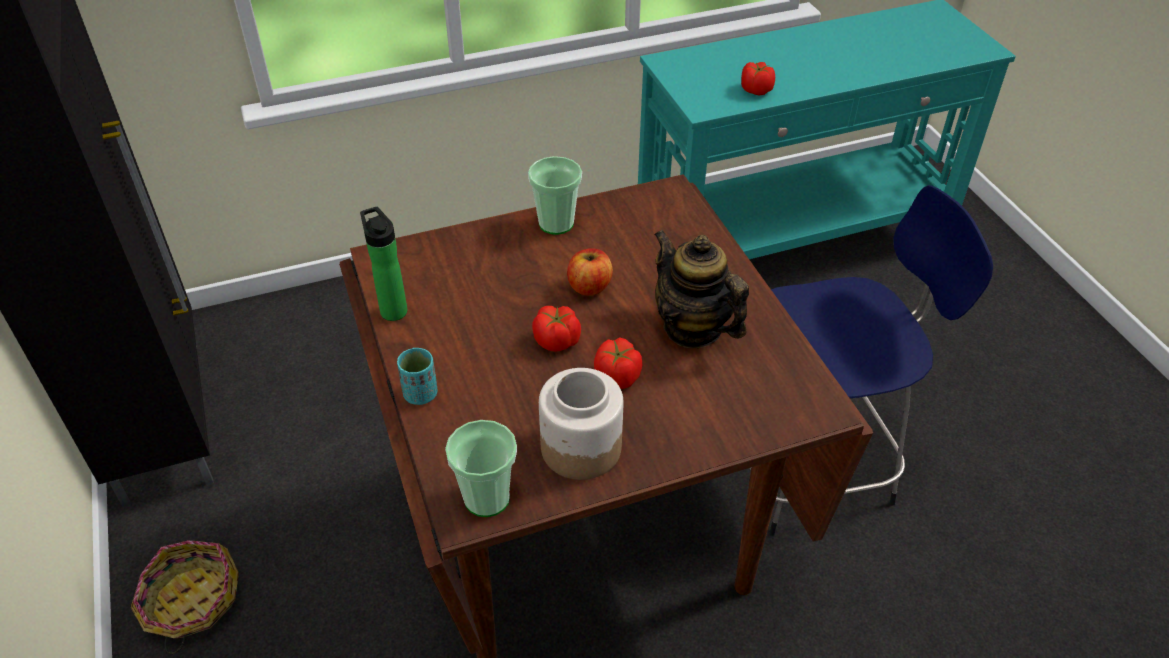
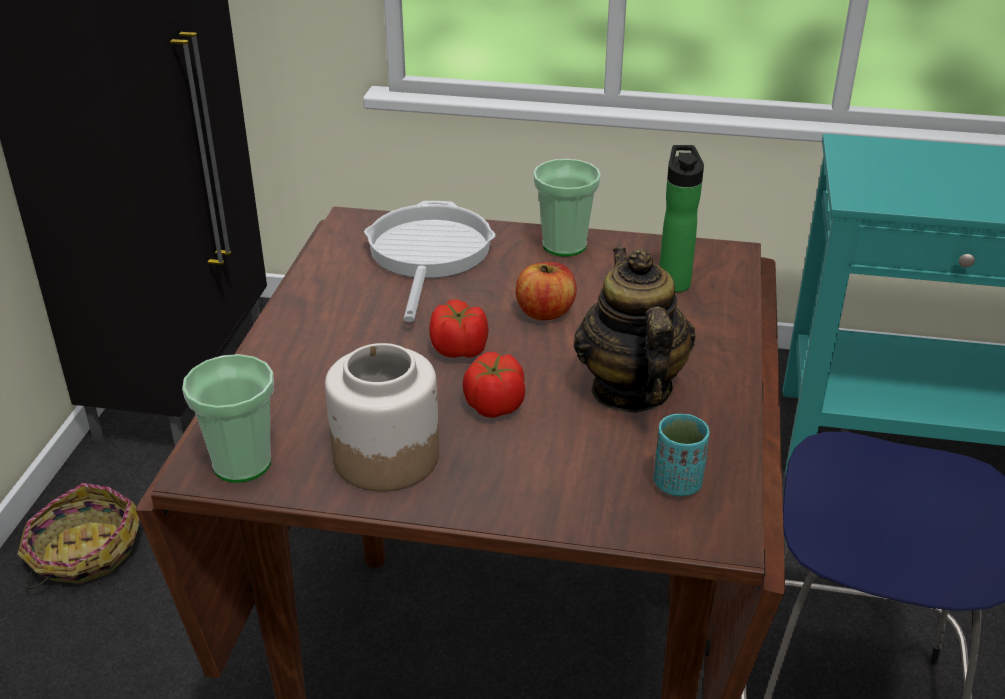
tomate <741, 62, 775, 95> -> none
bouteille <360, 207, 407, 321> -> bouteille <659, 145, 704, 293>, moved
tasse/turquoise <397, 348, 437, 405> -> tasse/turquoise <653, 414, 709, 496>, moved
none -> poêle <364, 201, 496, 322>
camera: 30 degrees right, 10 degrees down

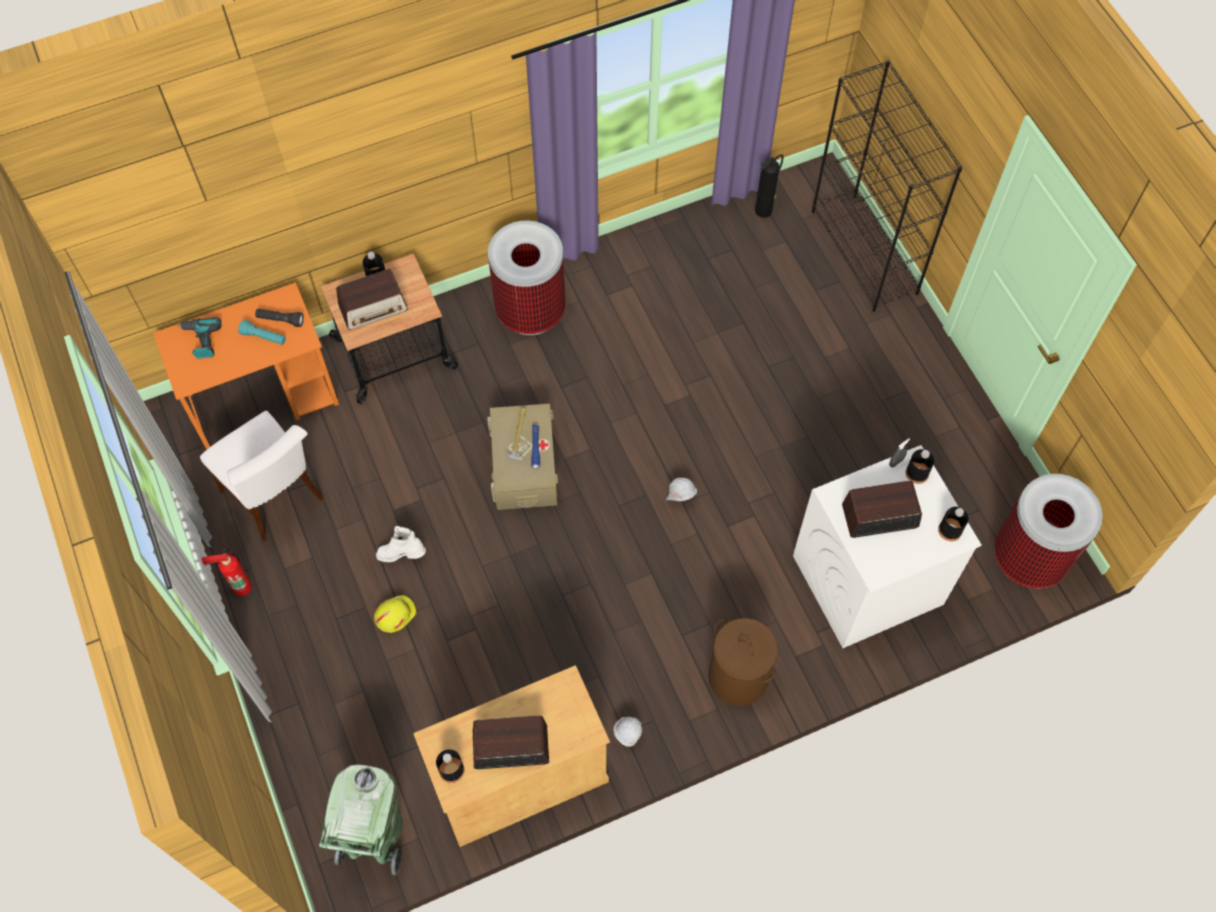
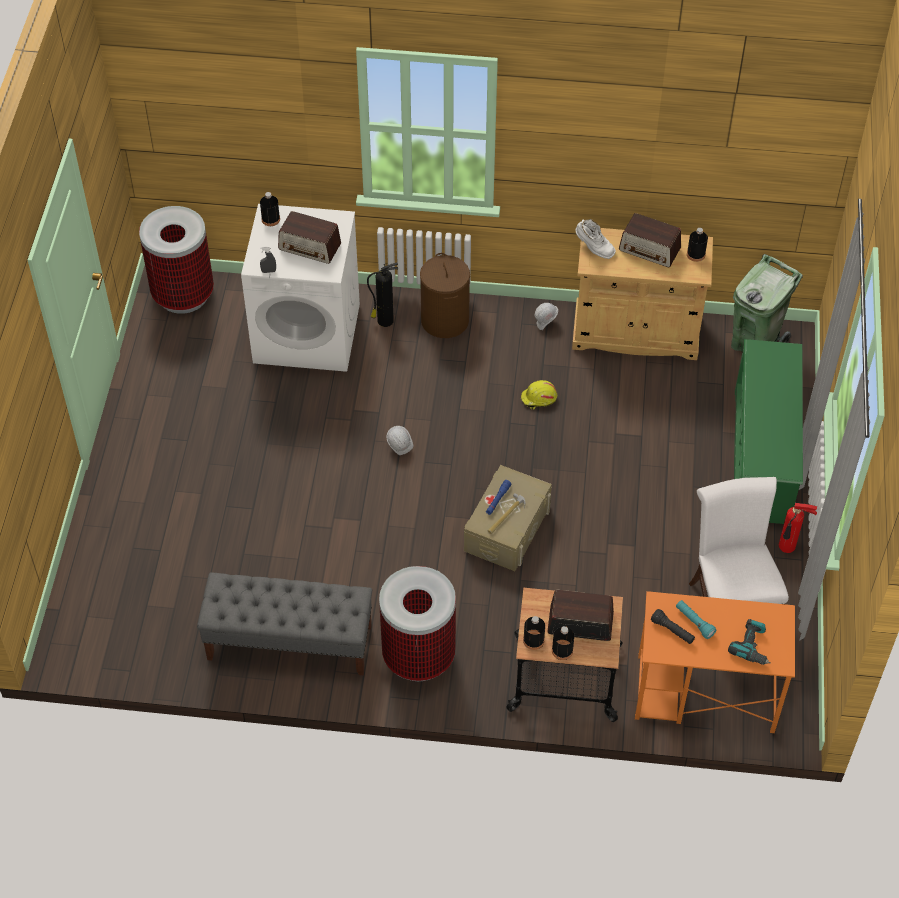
bibliothèque/noir <812, 60, 963, 312> -> none
extincteur <755, 154, 784, 218> -> extincteur <367, 263, 398, 327>, moved
bouteille/noir <905, 449, 935, 484> -> bouteille/noir <523, 616, 545, 650>, moved
botte/blanc <376, 526, 426, 562> -> botte/blanc <575, 219, 616, 259>, moved
casque de chantier/jaune <374, 595, 417, 633> -> casque de chantier/jaune <521, 380, 557, 410>, moved
none -> étagère à chaussures/vert <734, 339, 803, 524>
none -> banc/gris <197, 573, 372, 676>
camera: 150 degrees left, 10 degrees down

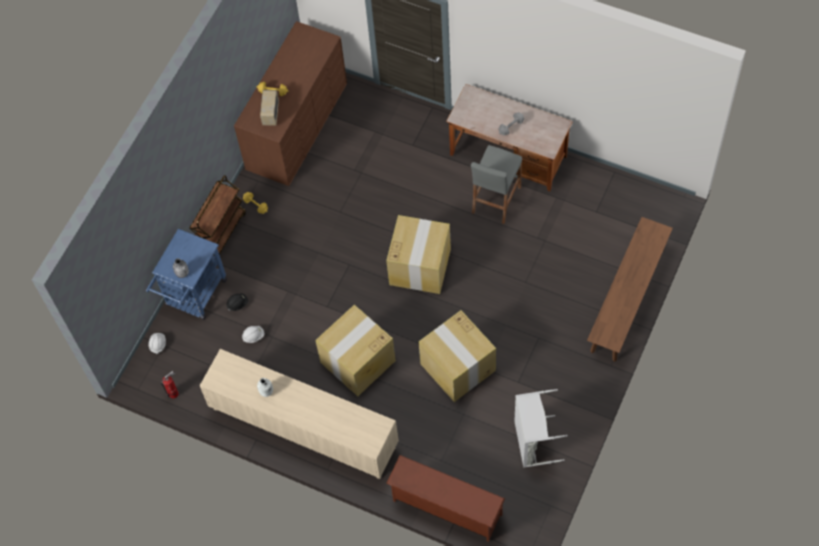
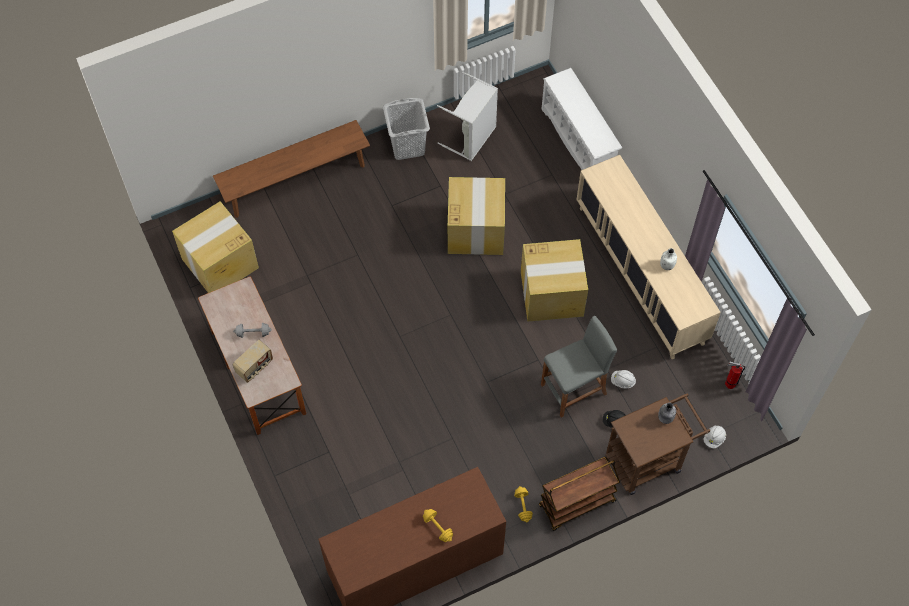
radio <260, 90, 279, 126> -> radio <233, 340, 273, 383>, moved
tabouret/gris <471, 145, 522, 224> -> tabouret/gris <541, 316, 617, 418>, moved
carton <386, 215, 451, 294> -> carton <172, 201, 259, 293>, moved
chariot/bleu <146, 229, 227, 320> -> chariot/marron <606, 393, 710, 495>
étagère à chaussures/marron <386, 455, 505, 542> -> étagère à chaussures/blanc <542, 68, 622, 170>
none -> panier à linge/gris <383, 98, 430, 160>
camera: 145 degrees left, 0 degrees up

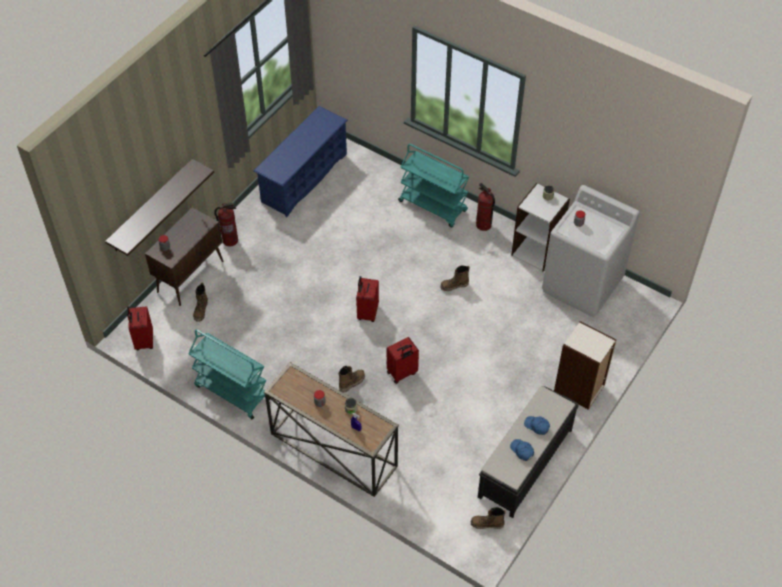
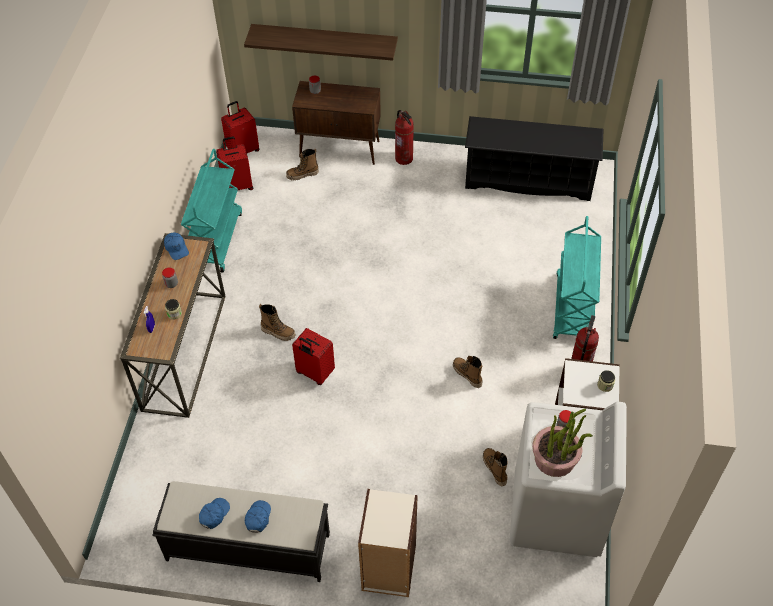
étagère à chaussures/bleu <253, 106, 348, 217> -> étagère à chaussures/noir <465, 116, 604, 201>
valise/rouge <356, 276, 379, 322> -> valise/rouge <216, 137, 253, 190>, moved
botte <471, 507, 506, 529> -> botte <483, 448, 508, 487>, moved
none -> casquette/bleu <164, 233, 189, 260>
none -> plante en pot <532, 409, 593, 477>
camera: 65 degrees right, 0 degrees up

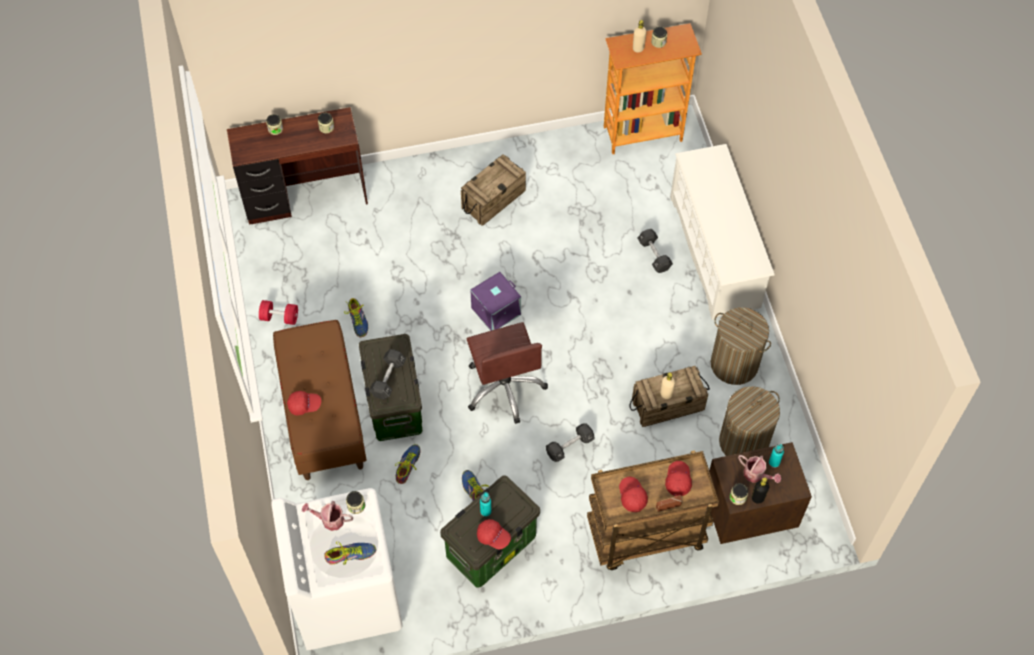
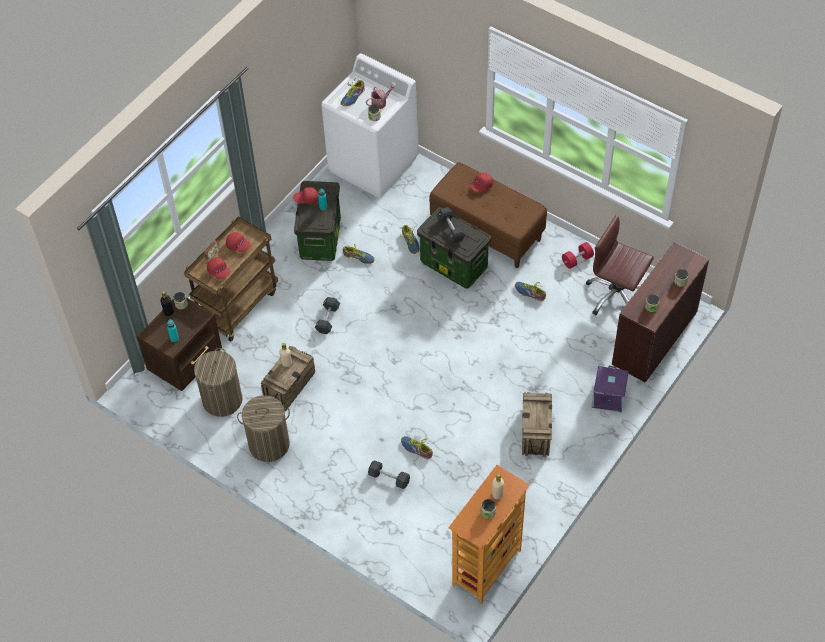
étagère à chaussures/blanc <670, 144, 775, 320> -> none
boîte de rangement/violet <470, 272, 521, 331> -> boîte de rangement/violet <591, 366, 629, 413>, moved
chaise de bureau/marron <467, 322, 548, 424> -> chaise de bureau/marron <586, 215, 654, 316>, moved
arrosoir <738, 455, 781, 483> -> none
none -> chaussure <401, 436, 433, 459>
camera: 140 degrees right, 5 degrees down

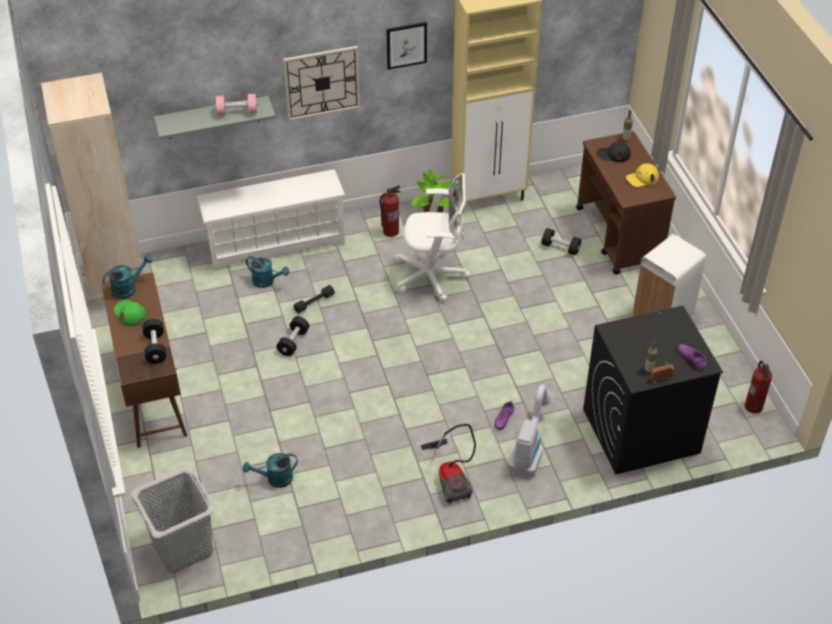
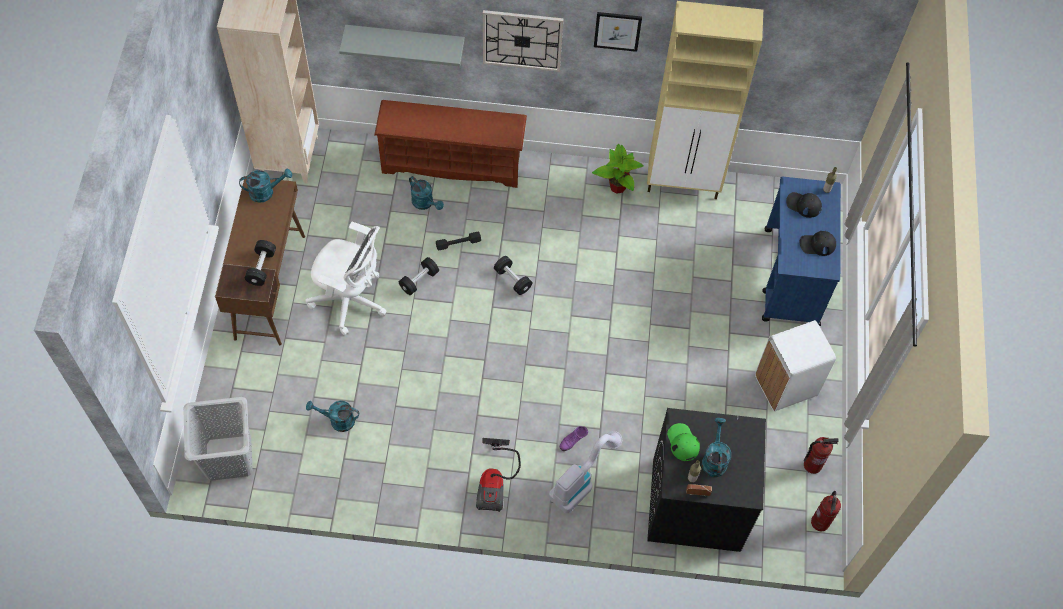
haltère/rose <216, 94, 257, 115> -> none
chariot/marron <576, 131, 676, 275> -> chariot/bleu <762, 177, 841, 326>
casquette/jaune <626, 164, 659, 187> -> casquette/noir <800, 231, 836, 256>
étagère à chaussures/blanc <196, 169, 346, 271> -> étagère à chaussures/marron <374, 100, 527, 188>
chaise de bureau/blanc <395, 173, 470, 303> -> chaise de bureau/blanc <305, 222, 387, 335>, moved
extincteur <380, 185, 400, 237> -> extincteur <804, 437, 839, 474>, moved
haltère/noir <541, 228, 581, 255> -> haltère/noir <494, 256, 532, 295>, moved
casquette/vert <114, 300, 146, 326> -> casquette/vert <667, 423, 700, 461>, moved
chaussure/violet <678, 344, 707, 371> -> none
none -> arrosoir/turquoise <702, 418, 731, 477>
camera: 20 degrees right, 15 degrees up

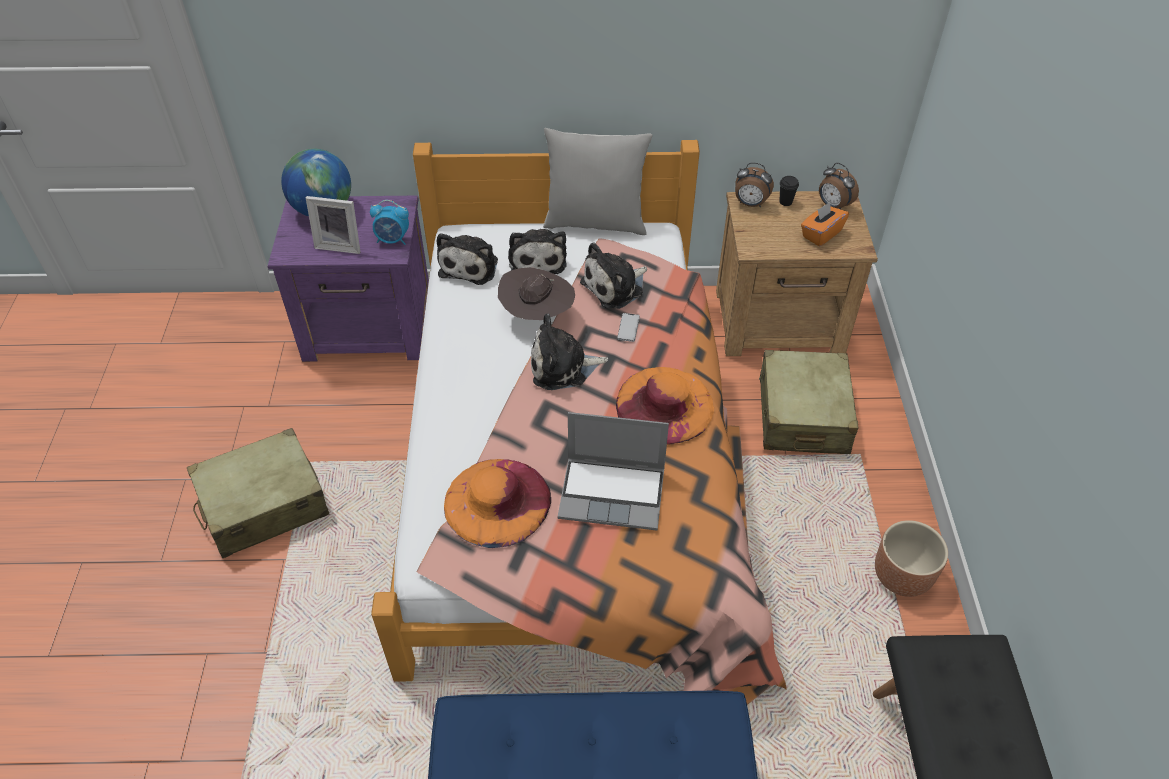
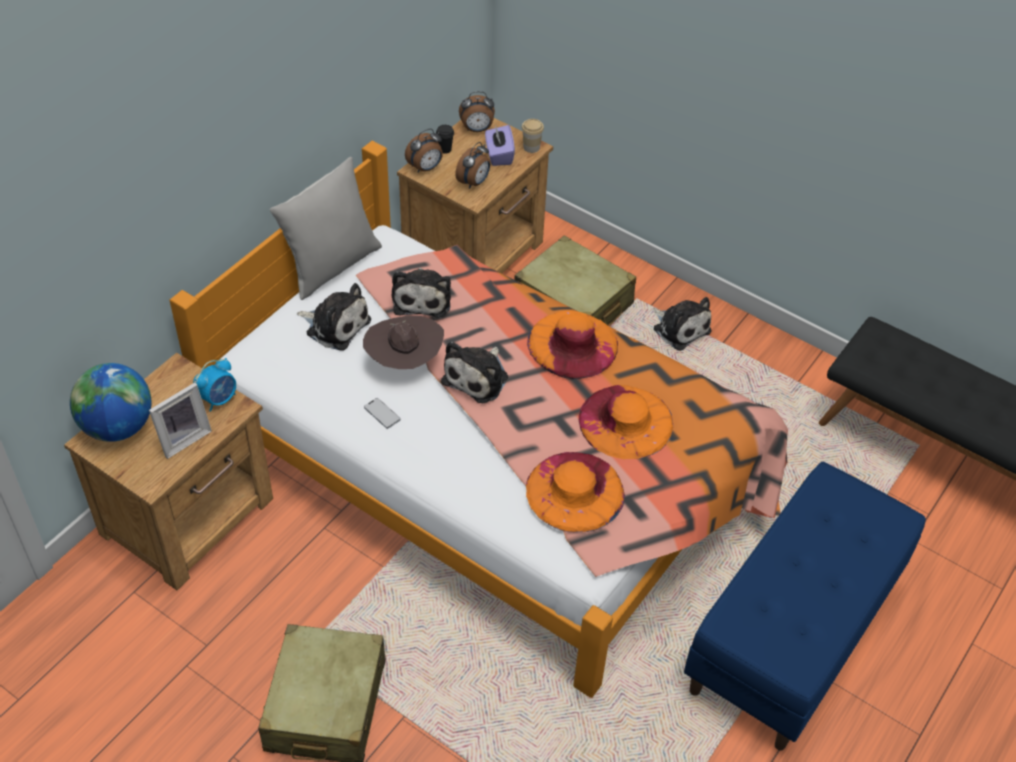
table de chevet/violet <268, 196, 429, 362> -> table de chevet/marron <64, 353, 273, 590>
boîte à mouchoirs/orange <801, 202, 849, 246> -> boîte à mouchoirs/violet <485, 125, 515, 166>
peluche <437, 233, 498, 285> -> peluche <653, 297, 712, 351>, moved
téléphone <617, 313, 640, 342> -> téléphone <364, 398, 401, 429>, moved
ordinateur portable <558, 412, 669, 531> -> chapeau/orange <579, 385, 673, 460>
cache-pot/marron <875, 520, 948, 597> -> none
none -> tasse <522, 119, 544, 153>
none -> réveil <455, 142, 490, 189>
camera: 55 degrees left, 0 degrees up

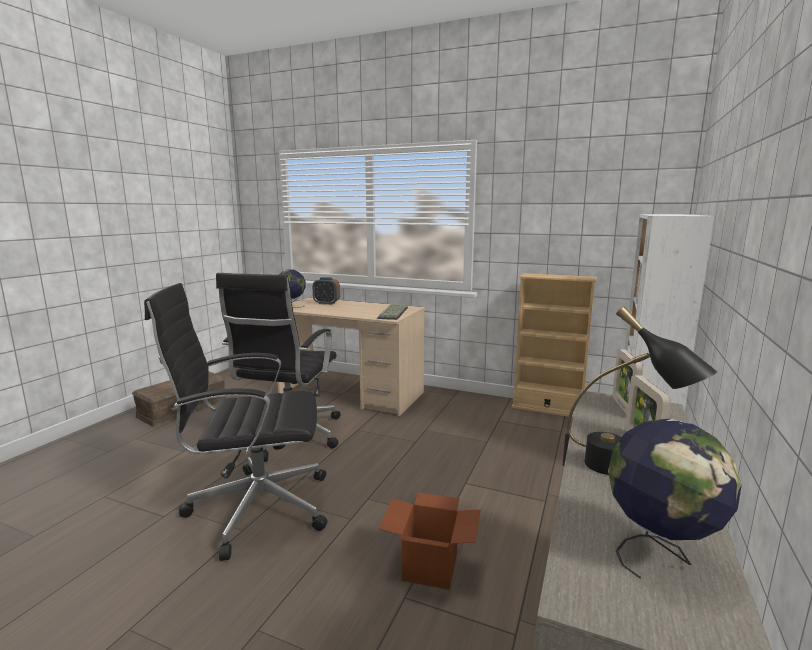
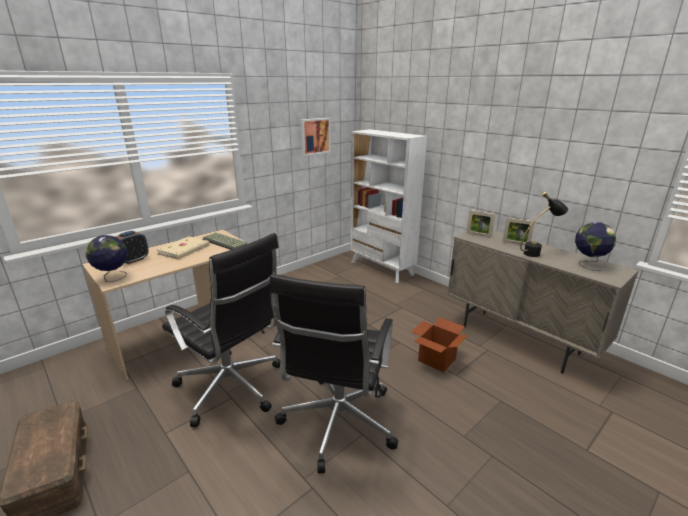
bibliothèque/beige <512, 273, 597, 417> -> none
none -> tableau <300, 118, 331, 156>
none -> livre/beige <156, 236, 209, 260>
camera: 65 degrees left, 10 degrees up

